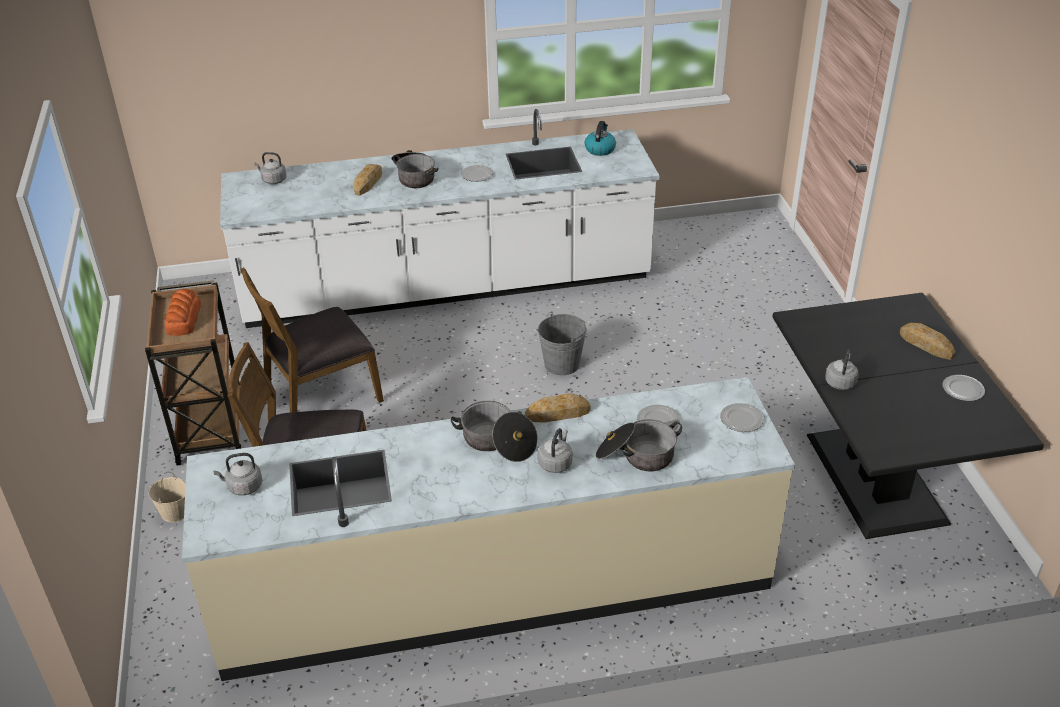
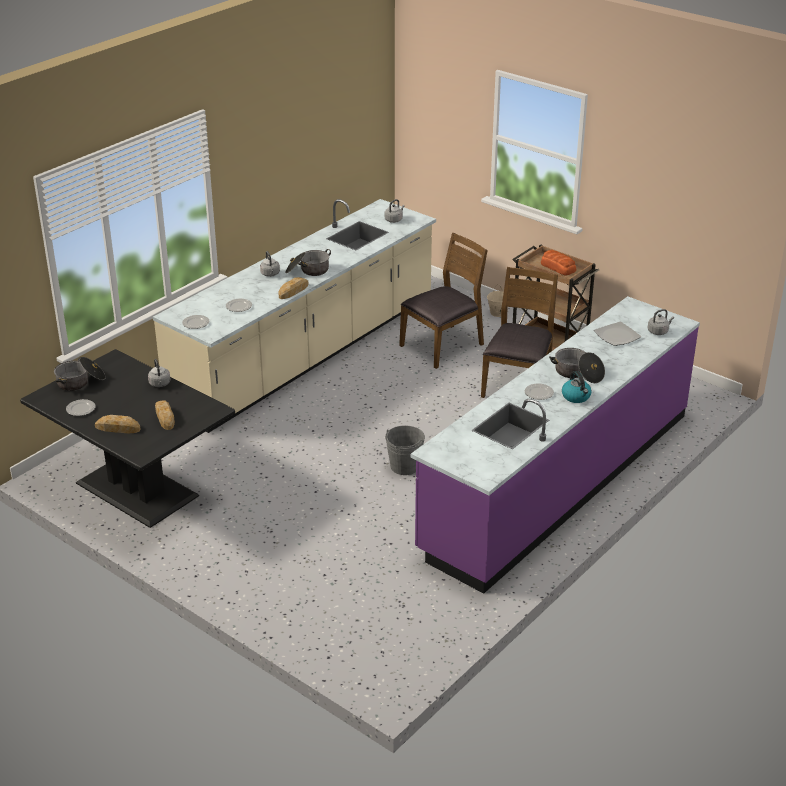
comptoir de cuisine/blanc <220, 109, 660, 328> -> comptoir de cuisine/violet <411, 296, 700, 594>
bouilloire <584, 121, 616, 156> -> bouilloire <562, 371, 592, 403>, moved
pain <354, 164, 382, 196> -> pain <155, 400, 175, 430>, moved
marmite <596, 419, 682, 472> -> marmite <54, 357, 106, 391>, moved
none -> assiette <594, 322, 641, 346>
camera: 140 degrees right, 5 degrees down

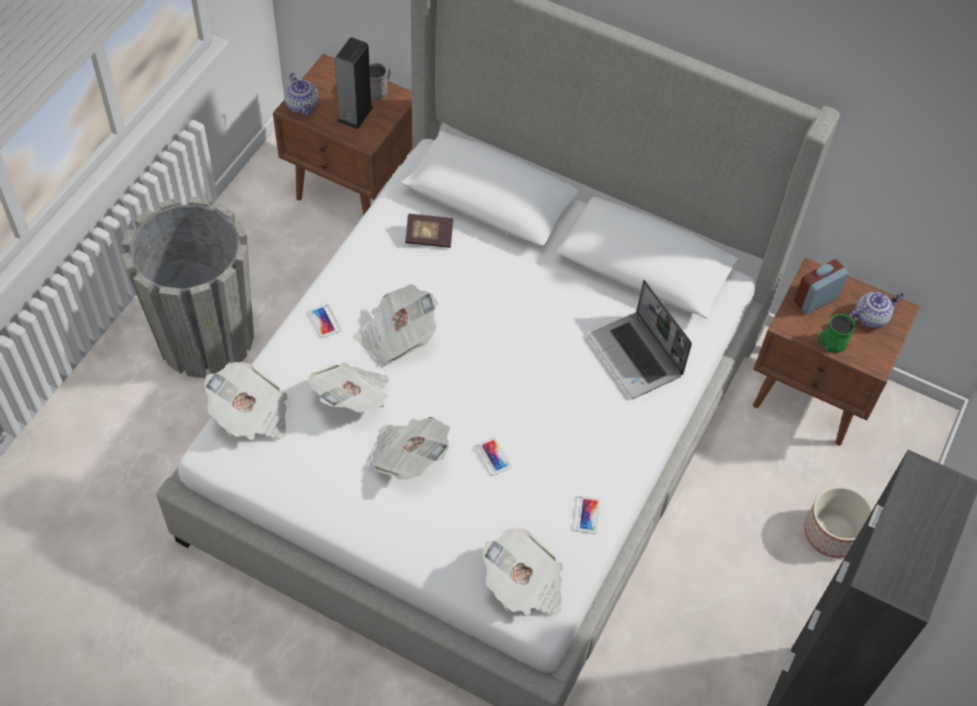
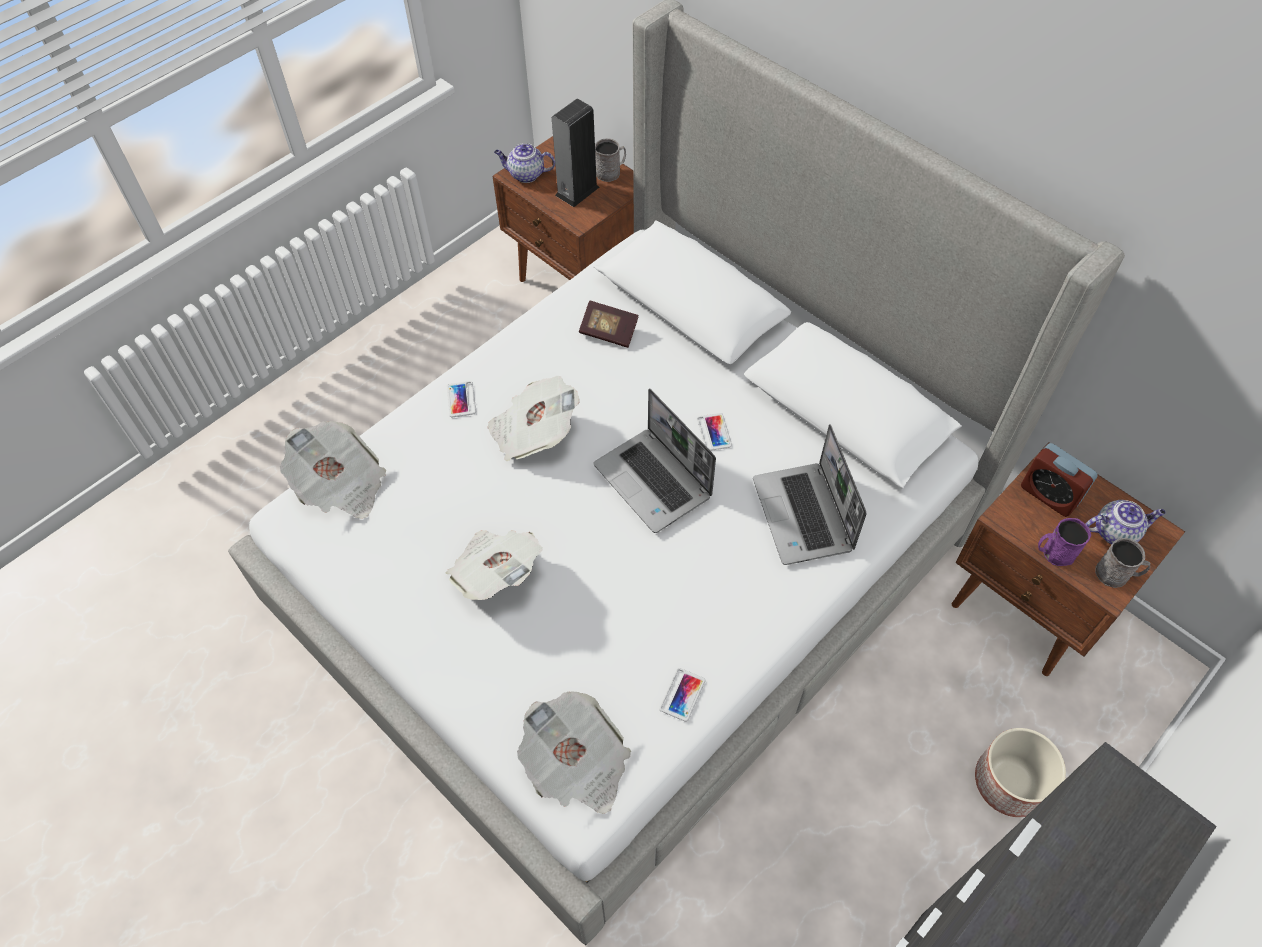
théière <284, 72, 319, 116> -> théière <494, 143, 555, 183>, 105 degrees clockwise
cache-pot/gris <121, 197, 254, 378> -> none
réveil <794, 259, 849, 315> -> réveil <1021, 443, 1098, 517>, 120 degrees counterclockwise
mug/vert <818, 314, 855, 354> -> mug/violet <1038, 518, 1091, 566>
journal <308, 363, 389, 412> -> none
téléphone <474, 437, 512, 476> -> téléphone <697, 413, 732, 451>, moved
none -> ordinateur portable <594, 388, 716, 533>
none -> mug/gris <1095, 538, 1150, 588>
camera: 20 degrees right, 0 degrees up

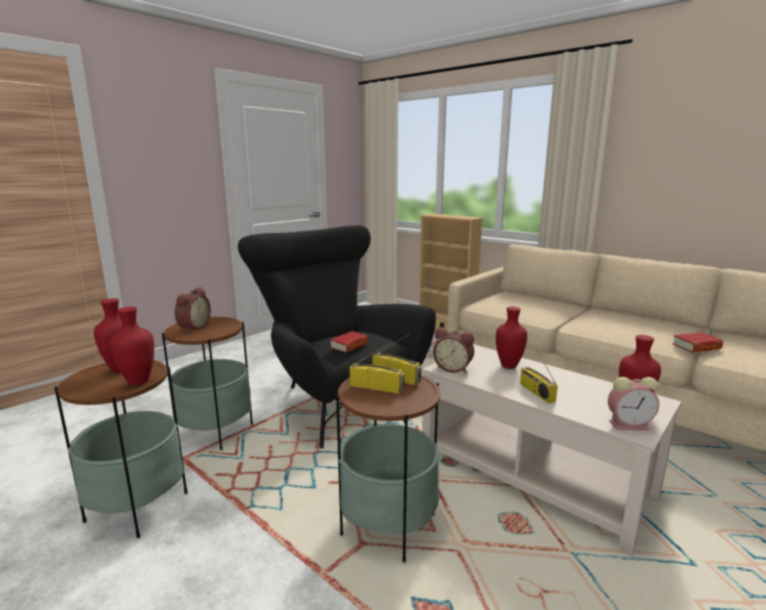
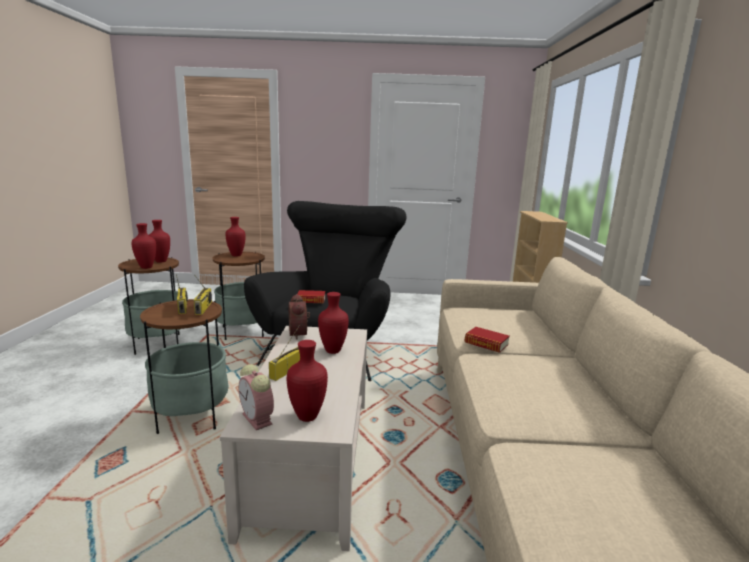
réveil <175, 287, 211, 333> -> vase/rouge <225, 217, 246, 257>
livre <672, 332, 723, 352> -> livre <465, 327, 510, 353>, moved
camera: 50 degrees right, 0 degrees up

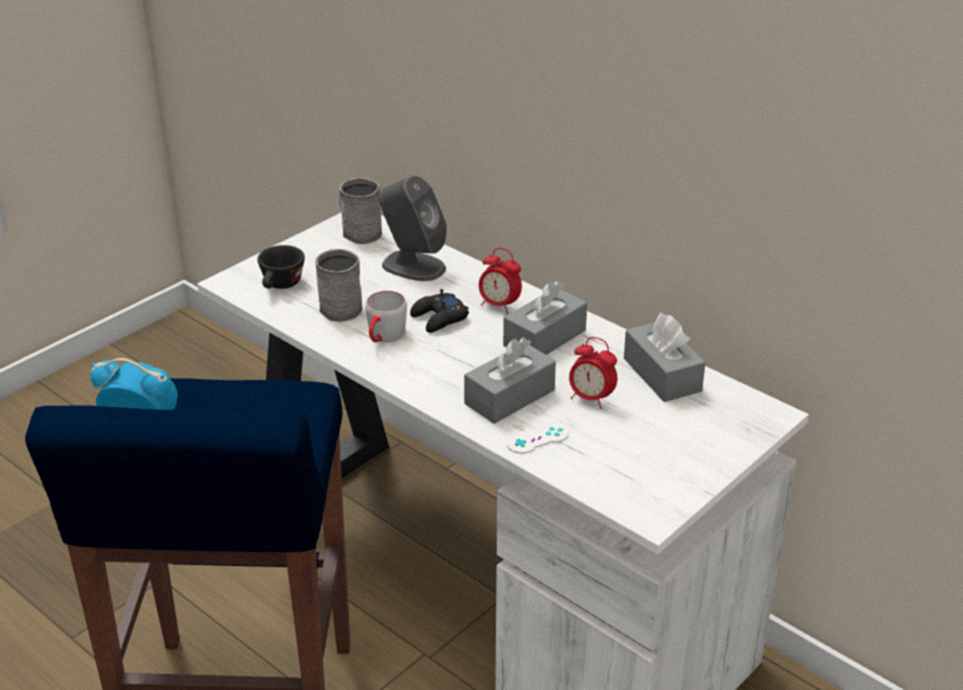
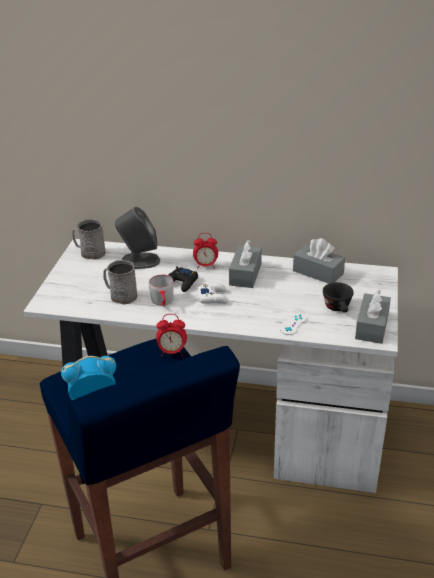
tasse/noir <257, 245, 305, 289> -> tasse/noir <323, 282, 354, 312>, moved
boîte à mouchoirs/gris <464, 337, 556, 424> -> boîte à mouchoirs/gris <355, 289, 391, 344>, moved
réveil <569, 337, 617, 409> -> réveil <156, 314, 187, 357>, moved
none -> manette/blanc <197, 283, 229, 304>
camera: 30 degrees left, 0 degrees up

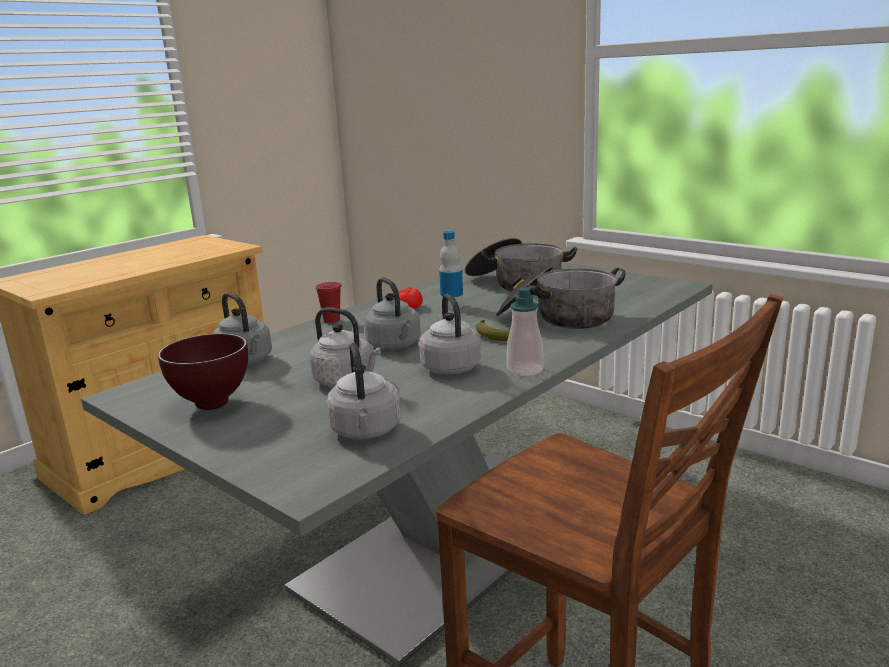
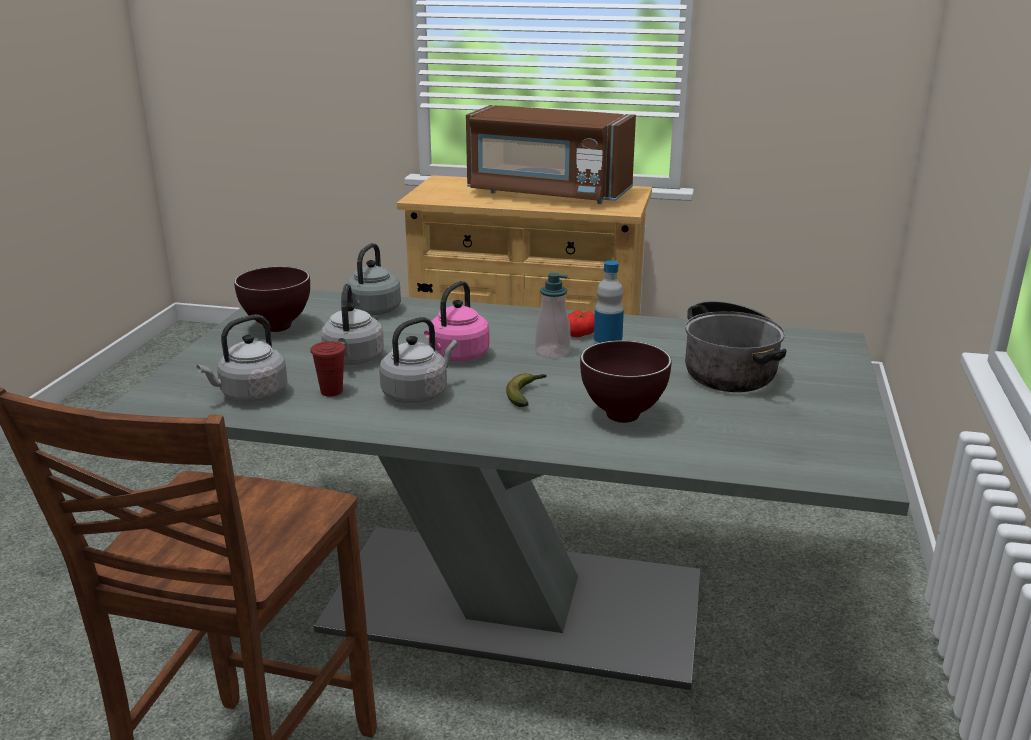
marmite <496, 265, 625, 329> -> bol/marron <580, 340, 672, 423>
bouilloire/gris <364, 277, 421, 349> -> bouilloire/rose <424, 281, 489, 362>
tasse/rouge <315, 282, 342, 323> -> tasse/rouge <310, 341, 346, 396>, moved
distributeur de savon <507, 286, 543, 376> -> distributeur de savon <535, 273, 571, 359>, moved
none -> micro-ondes/marron <466, 105, 636, 204>
camera: 60 degrees right, 5 degrees up

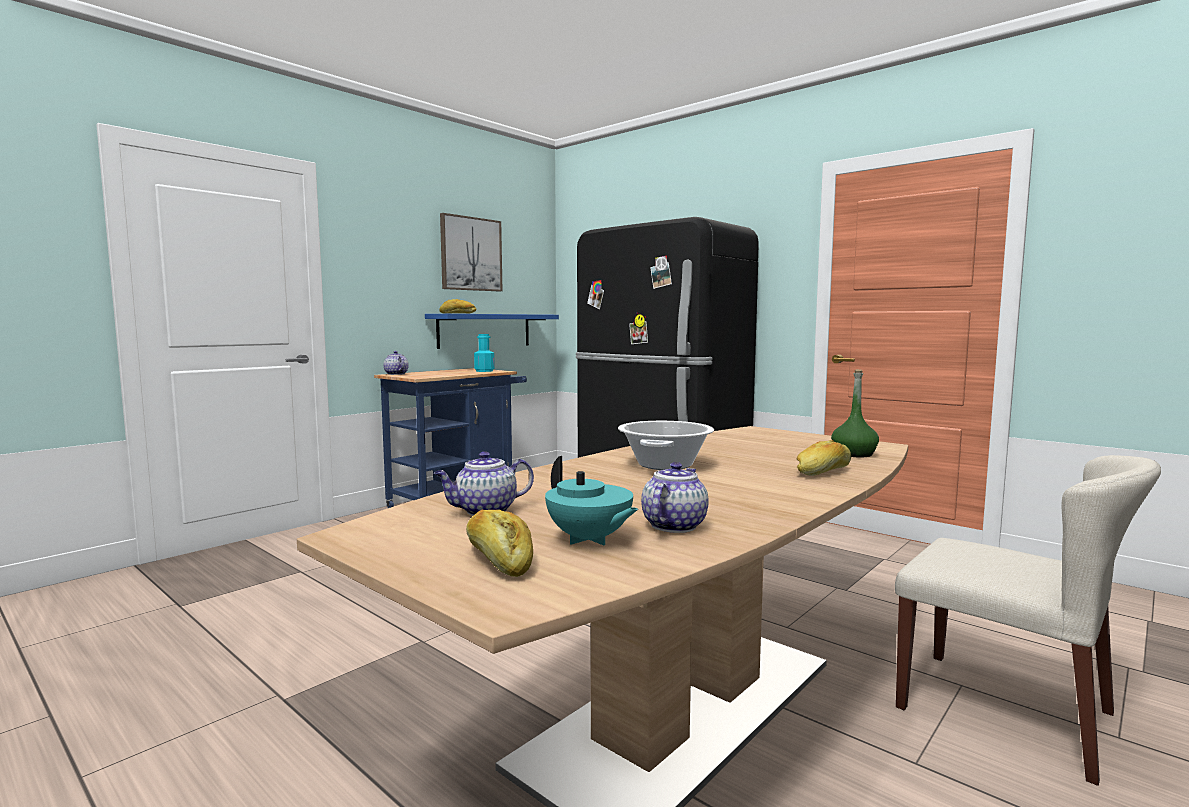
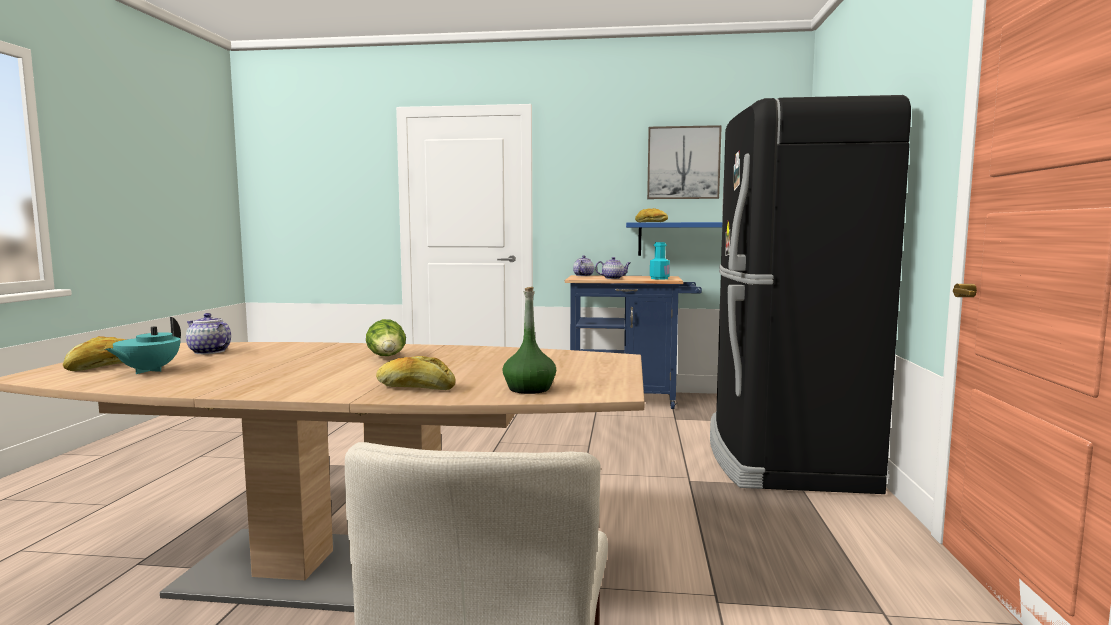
marmite <618, 421, 714, 470> -> laitue <366, 319, 406, 356>
théière <641, 462, 709, 533> -> théière <595, 257, 630, 279>, moved
camera: 55 degrees right, 0 degrees up

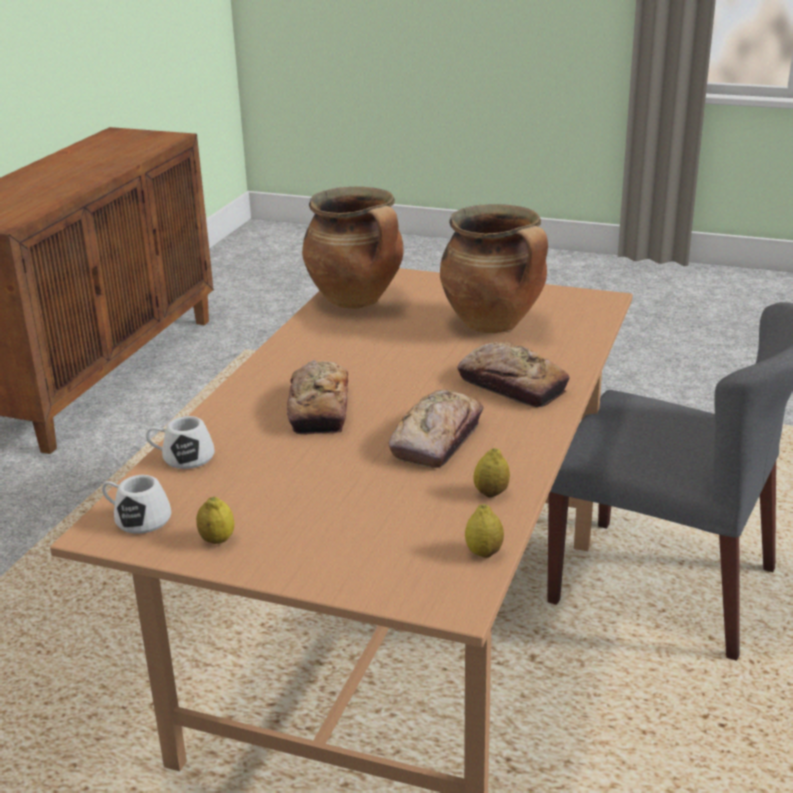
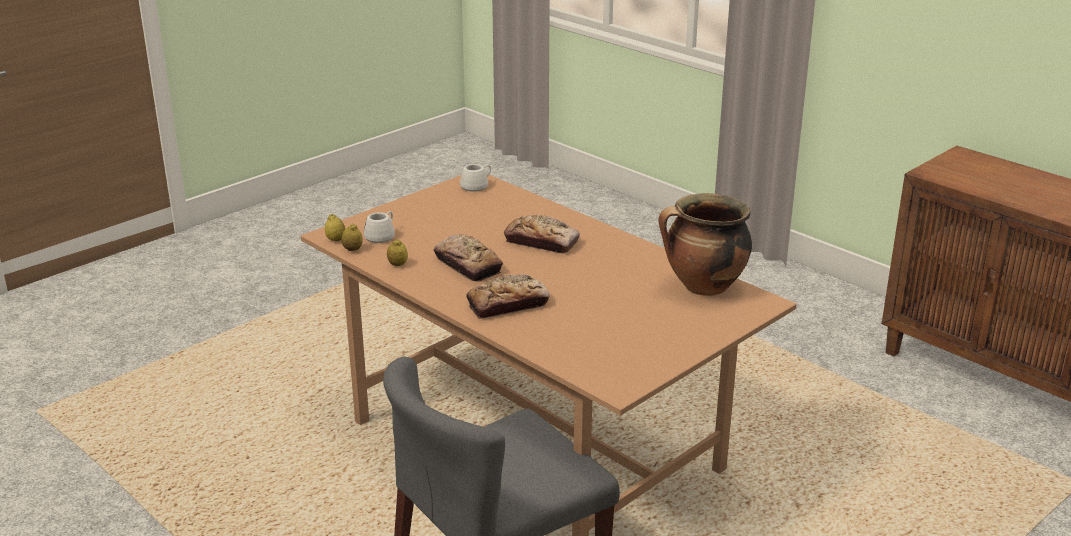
marmite <440, 204, 548, 333> -> none
mug/blanc <146, 416, 215, 469> -> mug/blanc <364, 211, 395, 243>, moved
citron <196, 496, 234, 544> -> citron <325, 214, 345, 241>, moved
camera: 115 degrees right, 0 degrees up

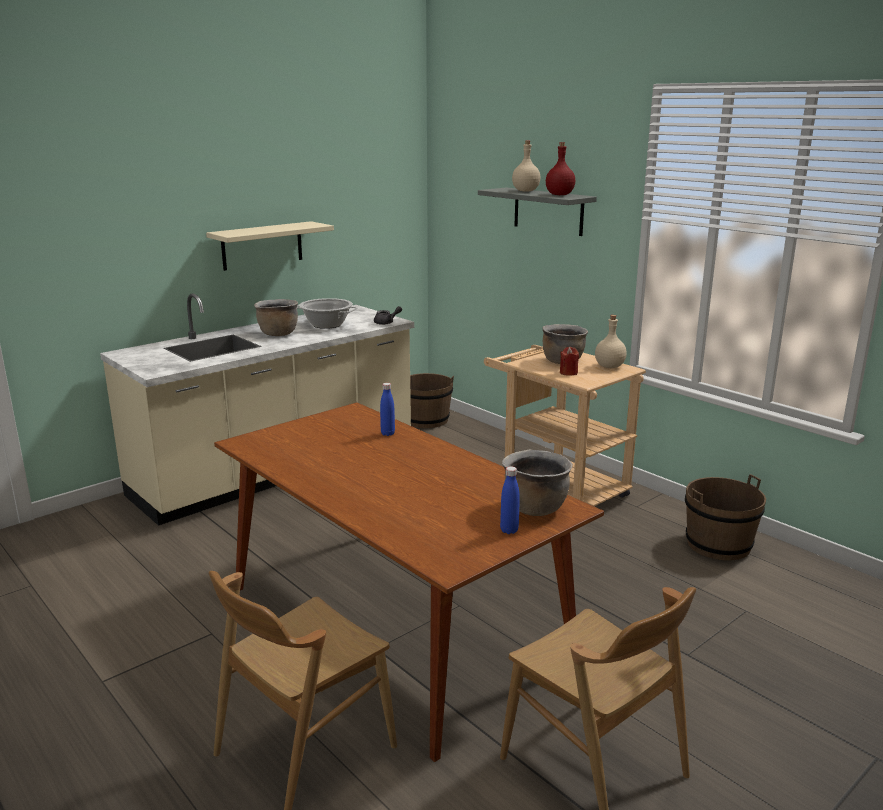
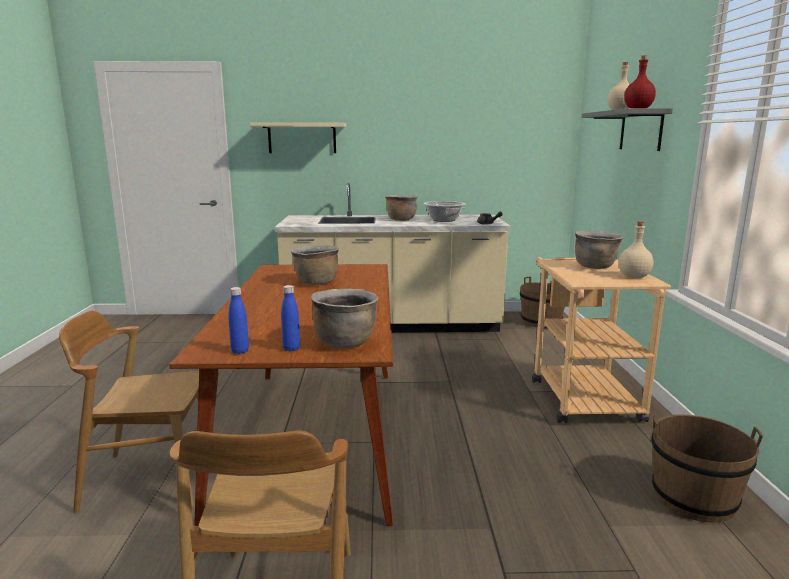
étagère/beige <206, 221, 334, 271> -> étagère/beige <250, 123, 346, 153>, moved
bougie/rouge <560, 347, 579, 376> -> none
bouteille/bleu <380, 383, 395, 436> -> bouteille/bleu <228, 287, 249, 354>, moved
none -> marmite/marron <291, 245, 339, 285>
camera: 40 degrees right, 5 degrees down

